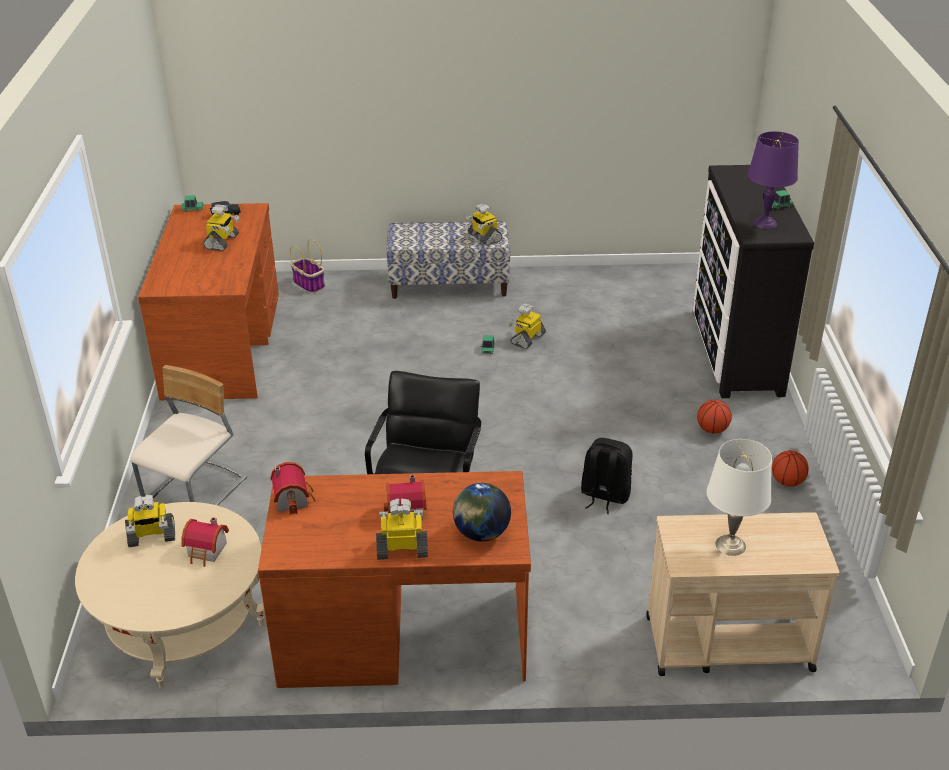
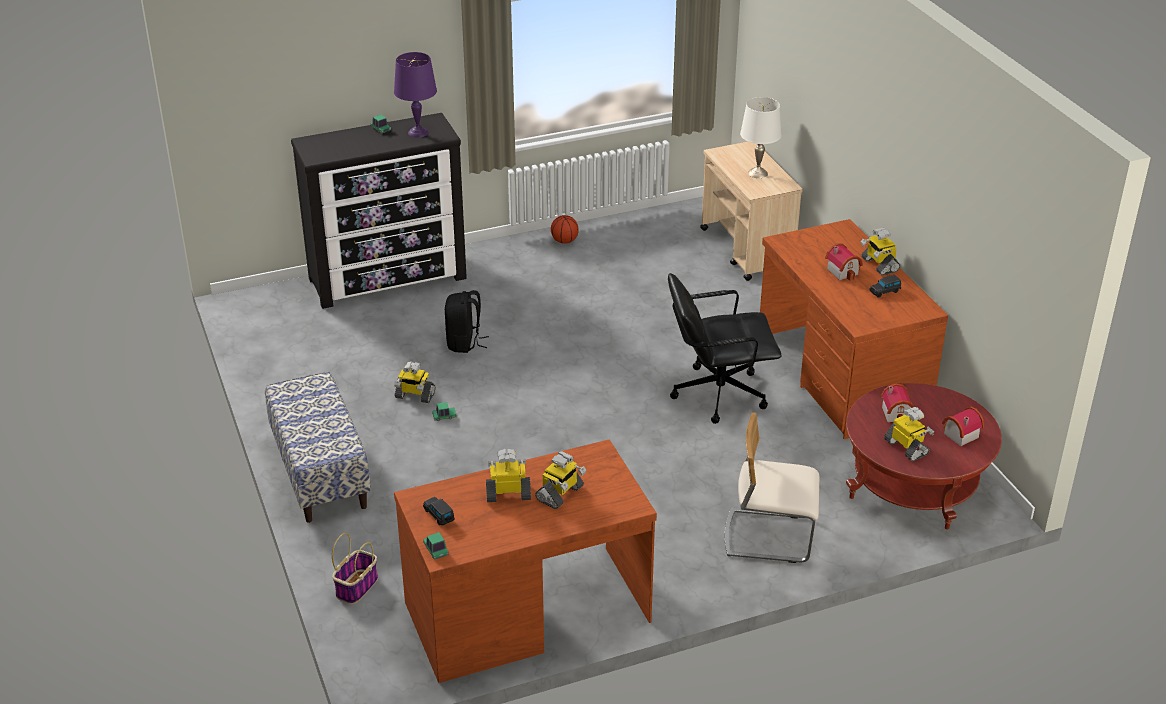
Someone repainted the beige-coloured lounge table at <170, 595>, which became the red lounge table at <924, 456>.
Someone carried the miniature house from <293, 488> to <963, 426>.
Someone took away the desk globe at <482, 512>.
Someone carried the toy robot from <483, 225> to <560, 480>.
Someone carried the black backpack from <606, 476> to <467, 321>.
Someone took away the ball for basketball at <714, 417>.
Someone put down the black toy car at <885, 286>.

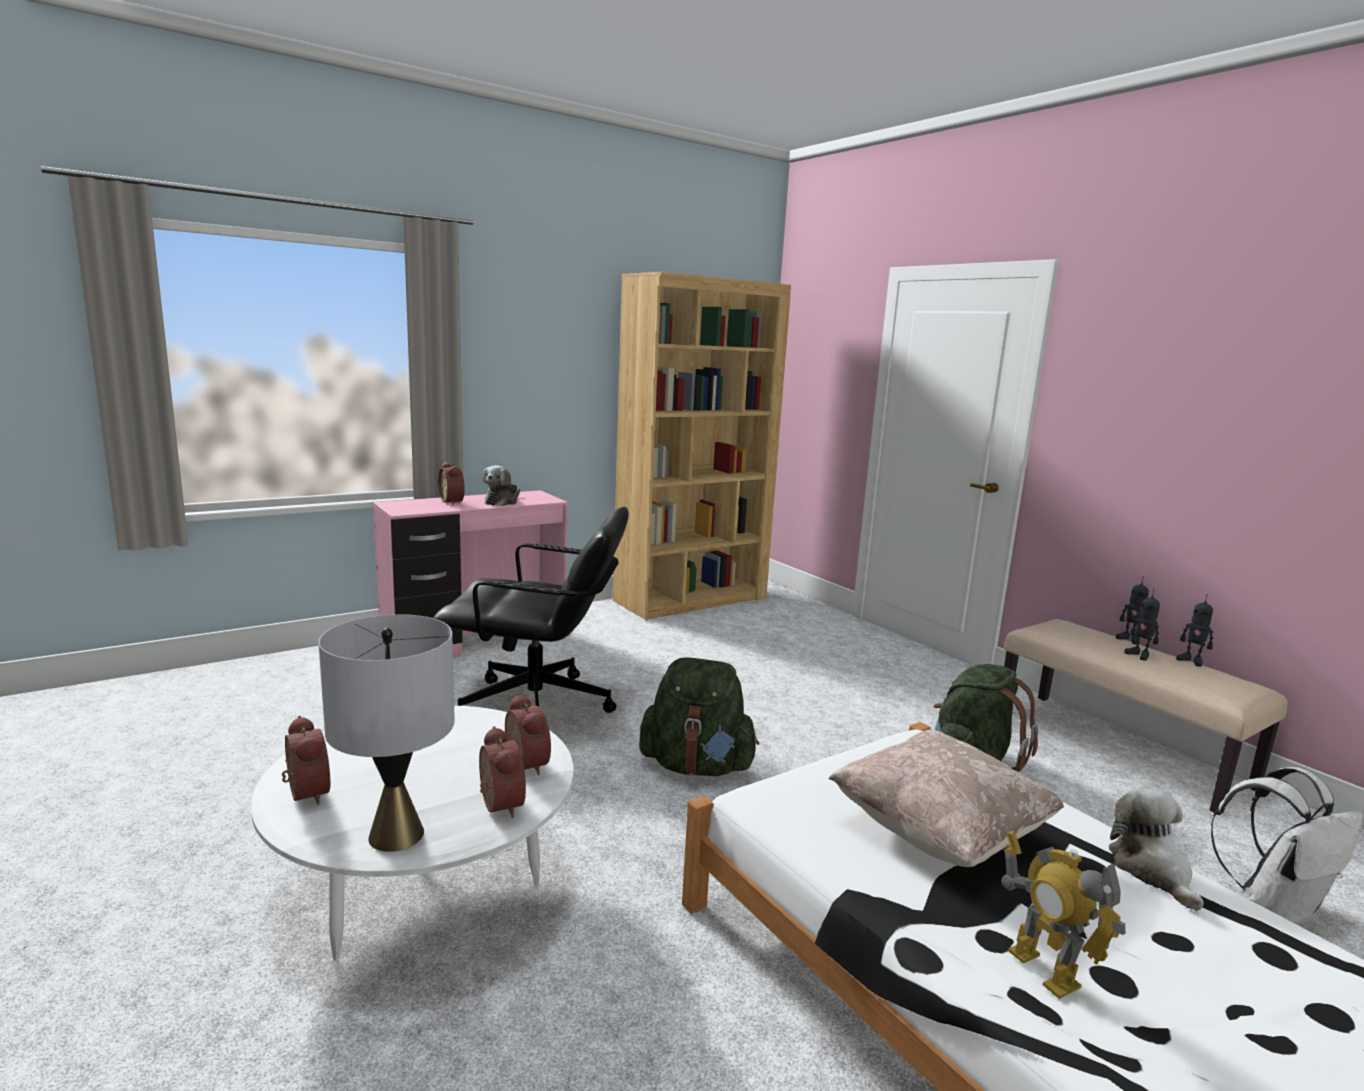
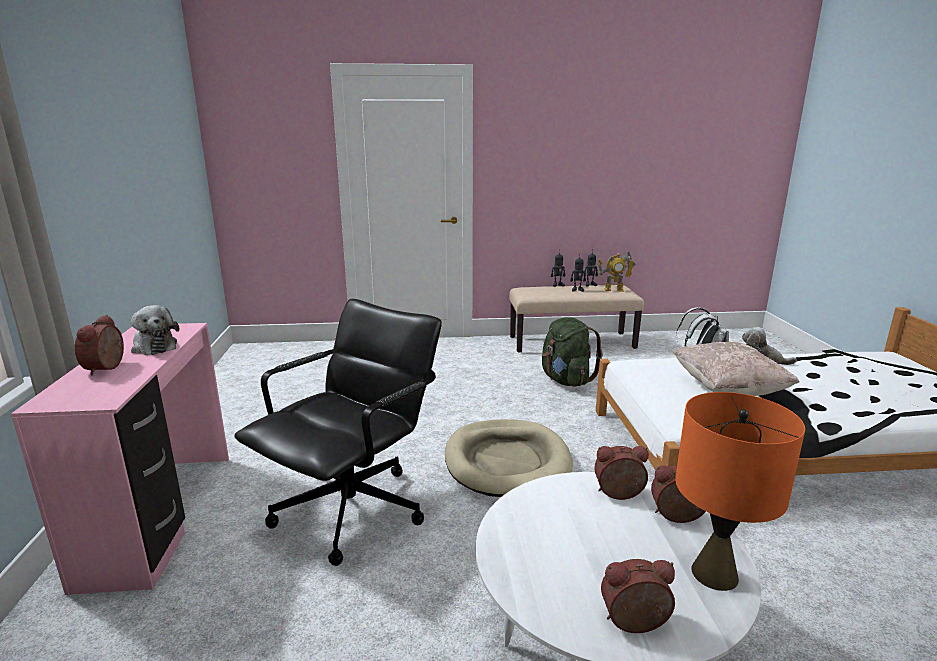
Someone repainted the grey table lamp at <386, 733>, which became the orangey table lamp at <740, 491>.
Someone rotated the alarm clock at <451, 483> by 90 degrees clockwise.
Someone took away the brown bookcase at <702, 446>.
Someone swapped the green-coloured backpack at <699, 716> for the beige-coloured pet bed at <509, 458>.
Someone carried the toy robot from <1063, 915> to <616, 271>.

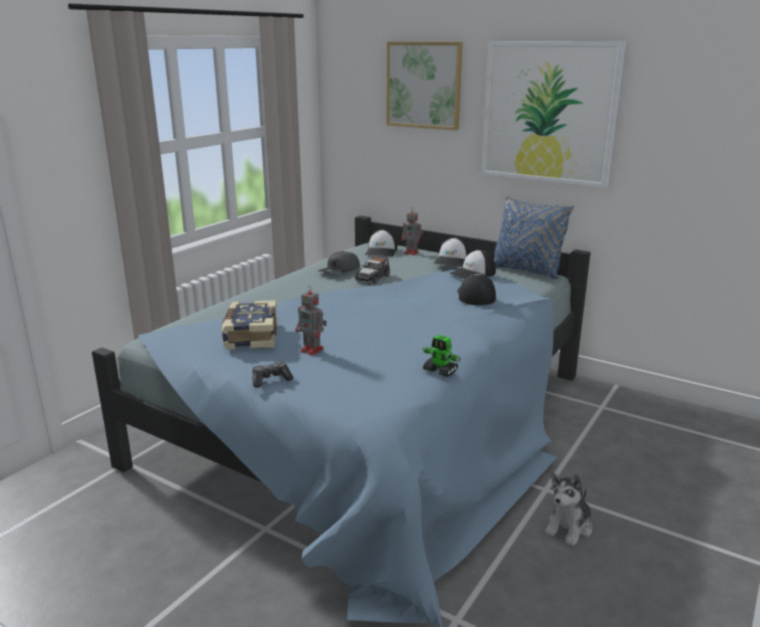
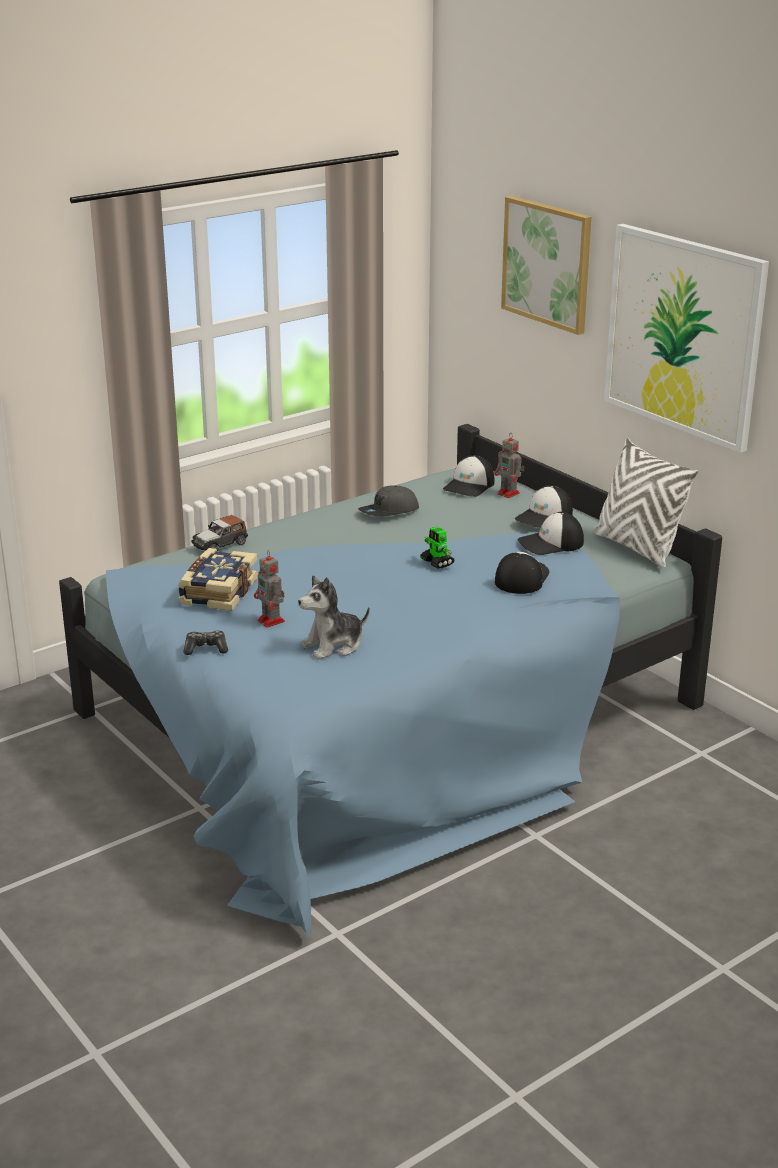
Someone carried the toy car from <372, 270> to <219, 533>.
Someone carried the toy robot from <441, 356> to <437, 547>.
Someone repainted the blue-coloured pillow at <534, 237>, which became the whitish pillow at <645, 503>.
Someone carried the plush toy from <568, 509> to <334, 617>.

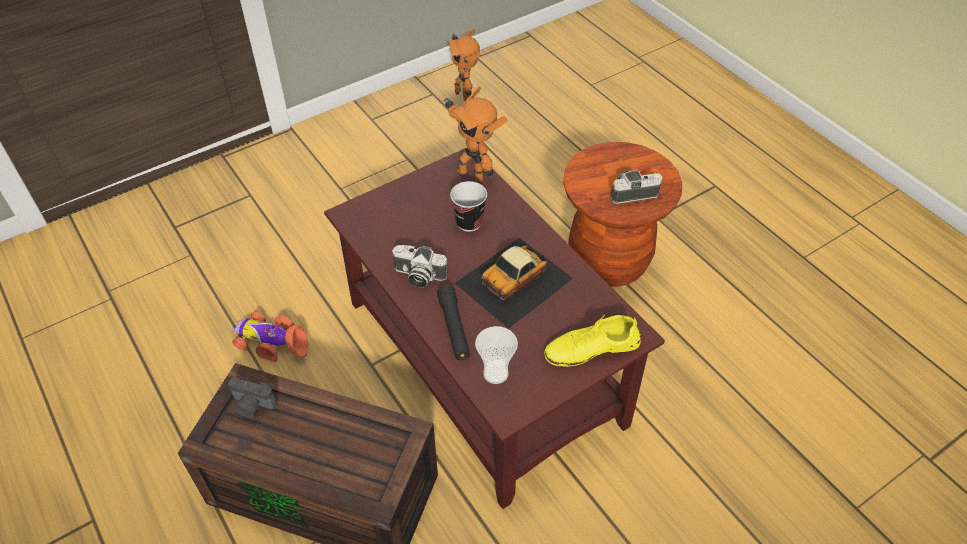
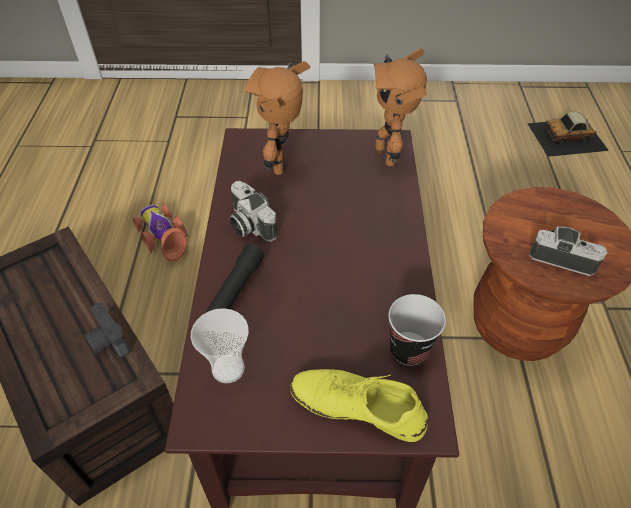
Someone carried the still camera from <252, 397> to <107, 330>.
Someone carried the toy robot from <464, 65> to <276, 118>.
Someone carried the drinking cup from <468, 206> to <417, 330>.
Someone carried the toy car from <514, 283> to <568, 134>.

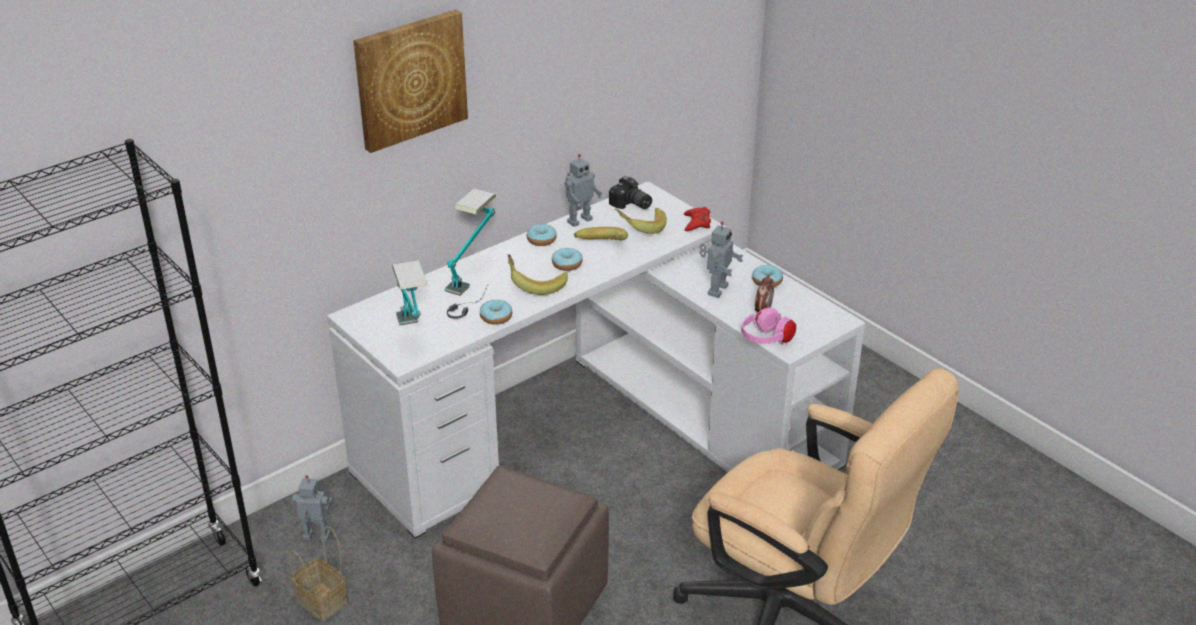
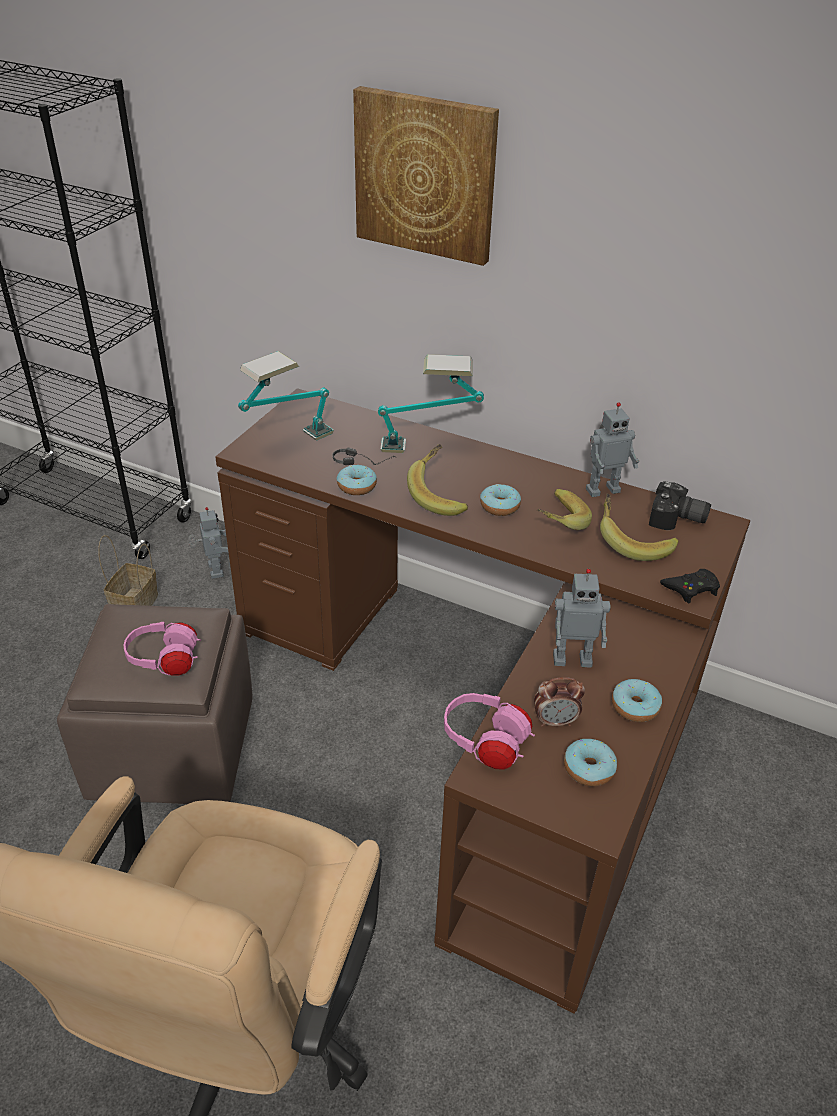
Someone repainted the whitish desk table at <596, 360>, which became the brown desk table at <482, 701>.
Someone carried the doughnut from <542, 235> to <590, 762>.
Someone rotated the toy robot at <583, 190> by 45 degrees counterclockwise.
Someone rotated the still camera at <630, 192> by 90 degrees counterclockwise.
Someone repainted the red gamepad at <697, 219>, which became the black gamepad at <690, 586>.
Someone put down the pink-coloured pair of headphones at <162, 649>.

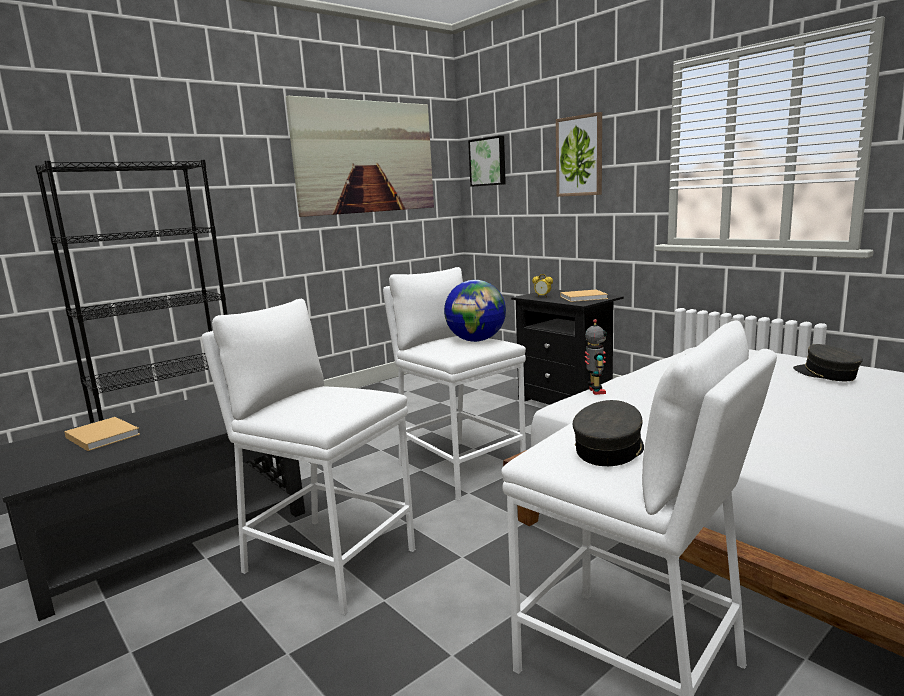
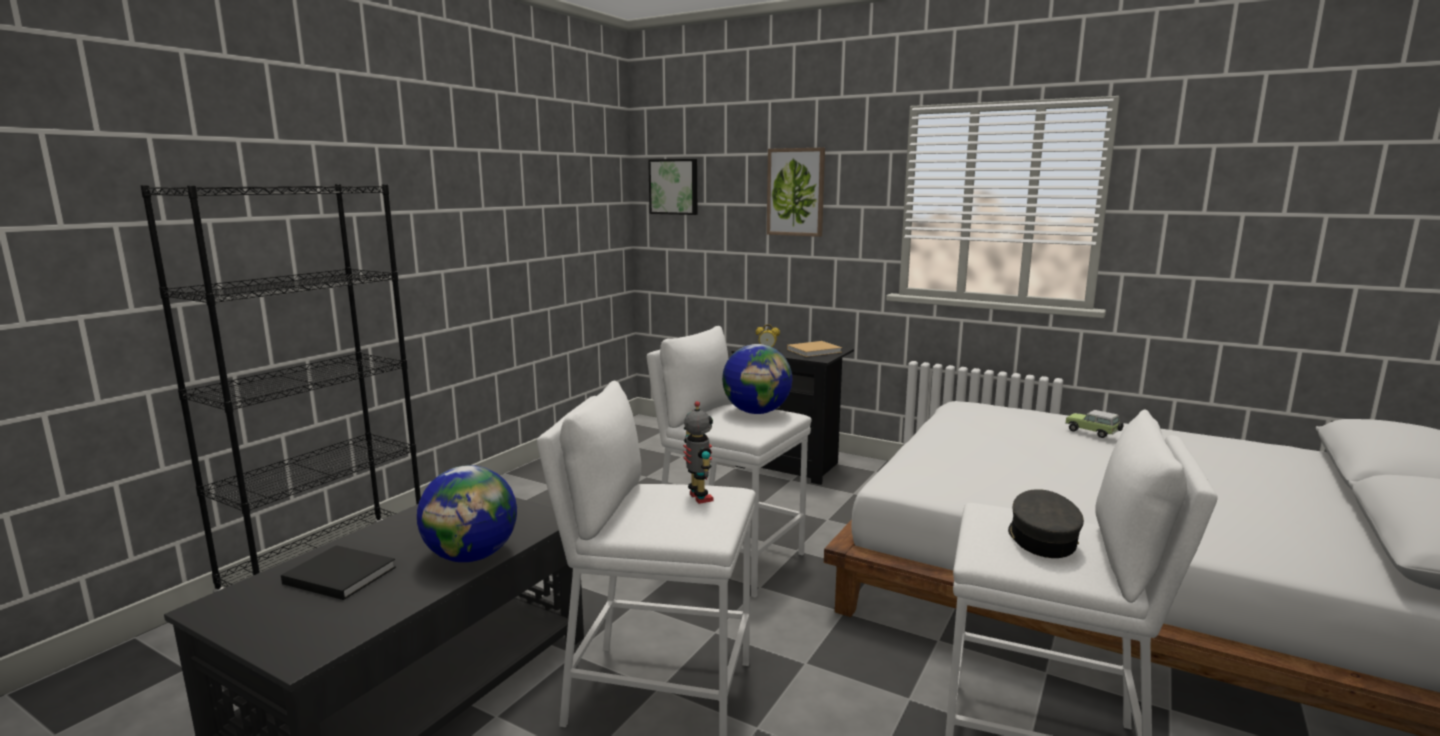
Someone repainted the beige-coloured book at <102, 434>, which became the black book at <338, 572>.
Someone took away the wall picture at <360, 156>.
Someone carried the toy robot from <596, 357> to <698, 452>.
Someone swapped the grey cap at <828, 362> for the toy car at <1094, 424>.
Someone put down the desk globe at <467, 513>.

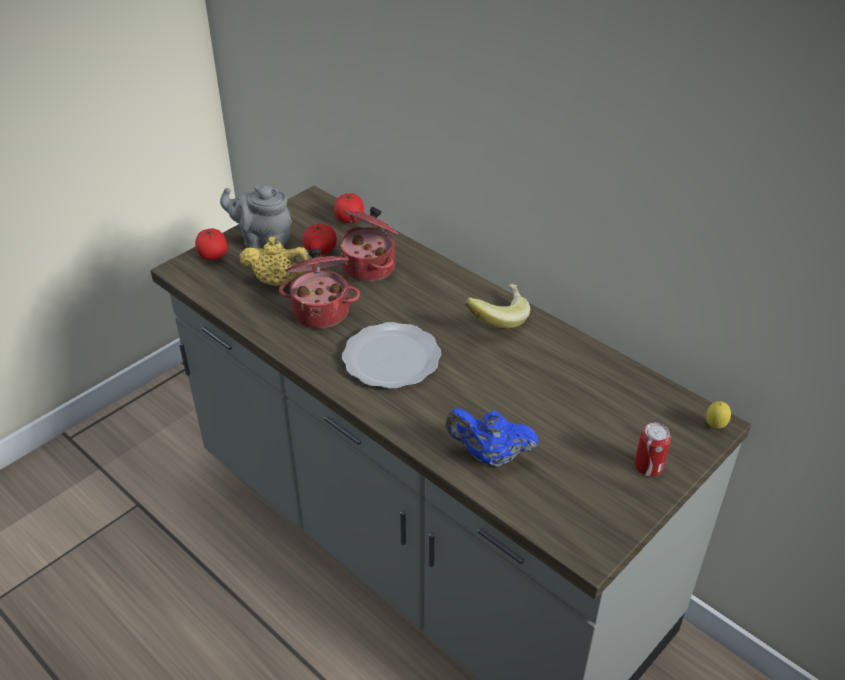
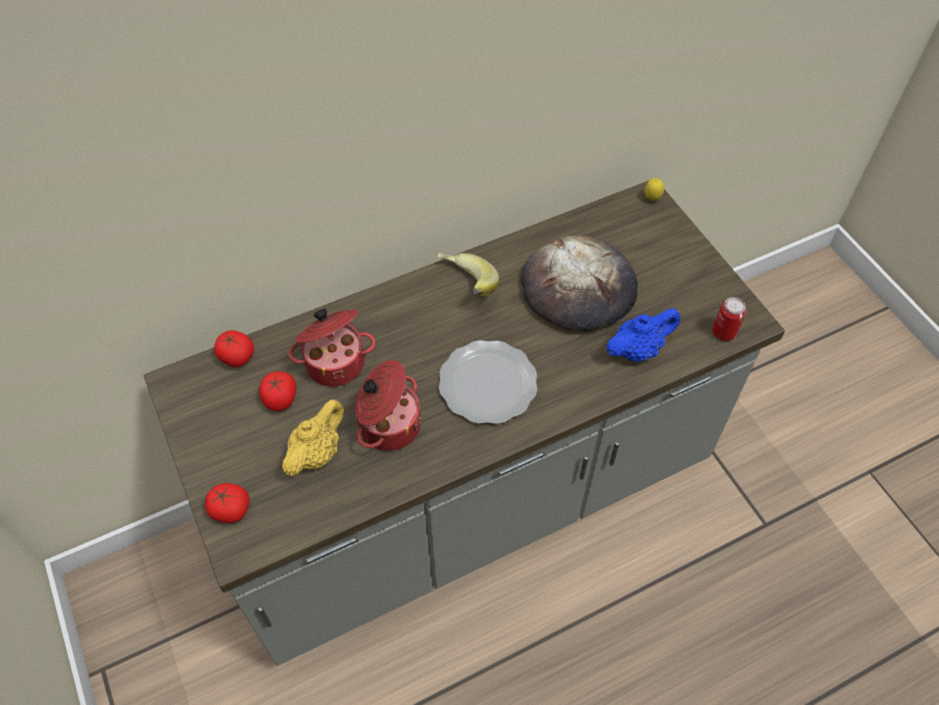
Someone took away the grey pot for tea at <256, 217>.
Someone rotated the blue-coloured pot for tea at <492, 437> by 150 degrees counterclockwise.
Someone carried the metal can from <653, 450> to <729, 319>.
Someone put down the baked bread at <579, 283>.

